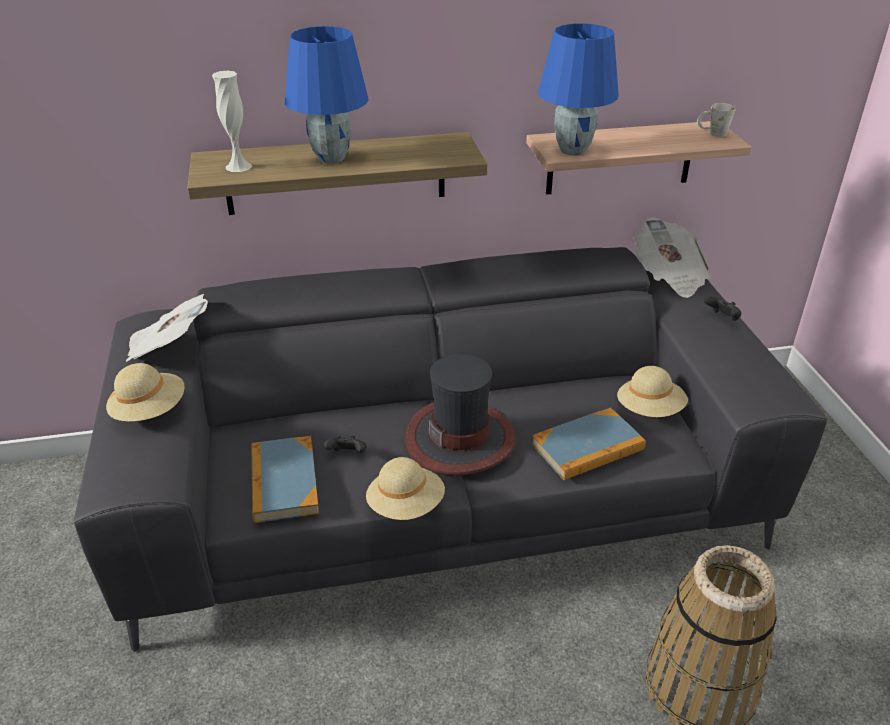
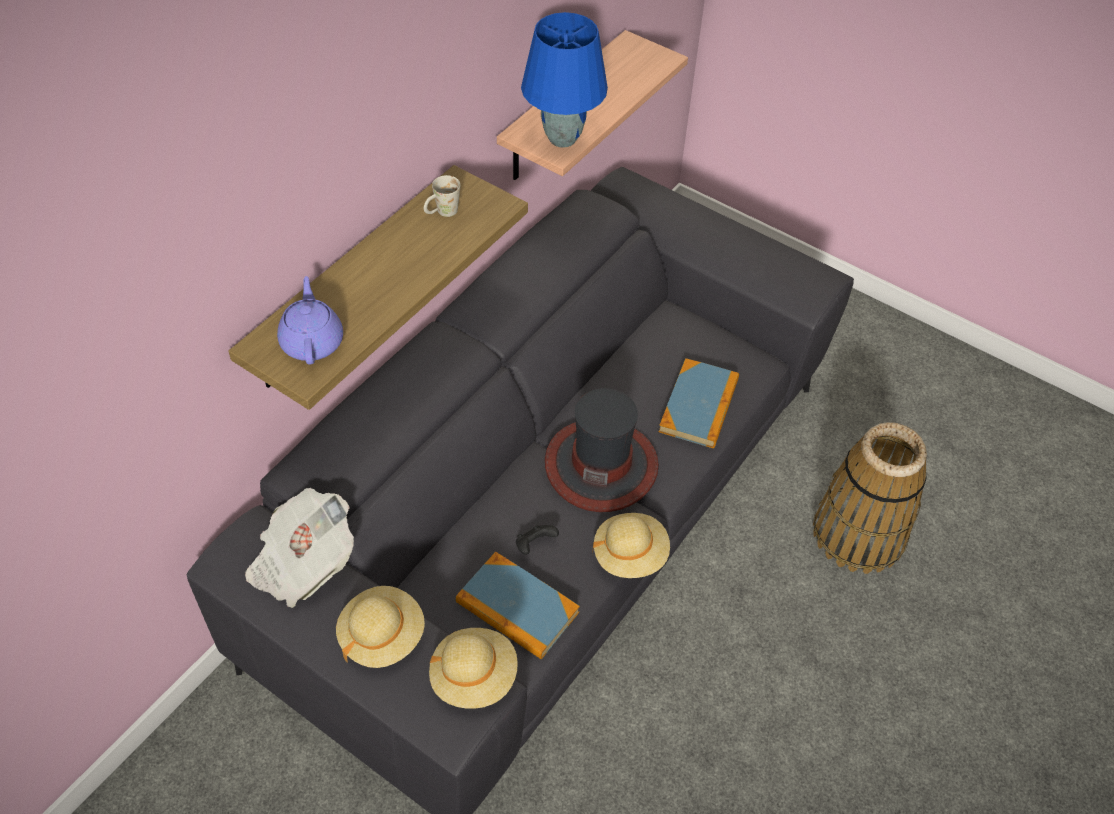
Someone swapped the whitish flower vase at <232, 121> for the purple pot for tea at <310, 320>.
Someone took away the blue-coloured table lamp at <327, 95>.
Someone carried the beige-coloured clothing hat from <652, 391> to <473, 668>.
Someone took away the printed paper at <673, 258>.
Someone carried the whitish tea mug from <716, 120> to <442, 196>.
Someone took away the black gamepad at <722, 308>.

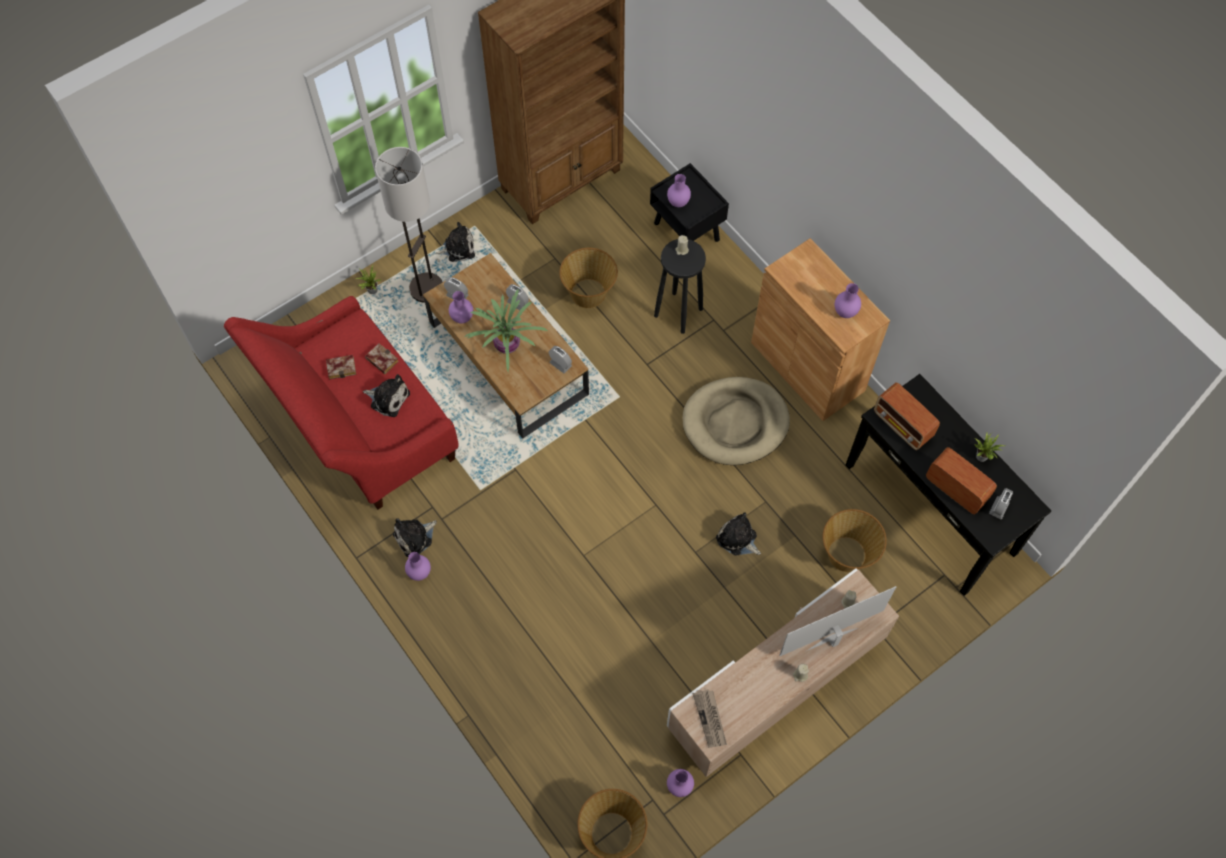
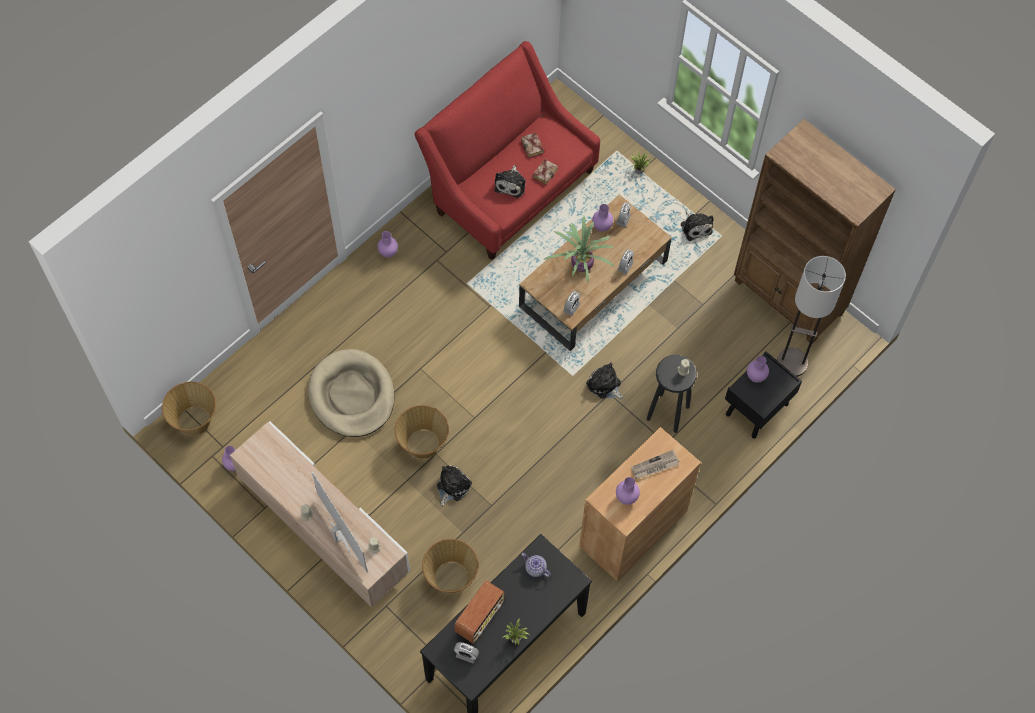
Someone carried the standing lamp from <409, 225> to <811, 316>.
Someone carried the plush toy from <415, 537> to <604, 380>.
Someone carried the storage basket from <588, 278> to <422, 432>.
Someone carried the beige-coloured pet bed from <736, 421> to <351, 393>.
Someone carried the printed paper from <710, 718> to <655, 464>.
Someone swapped the radio set at <907, 416> for the pot for tea at <536, 565>.

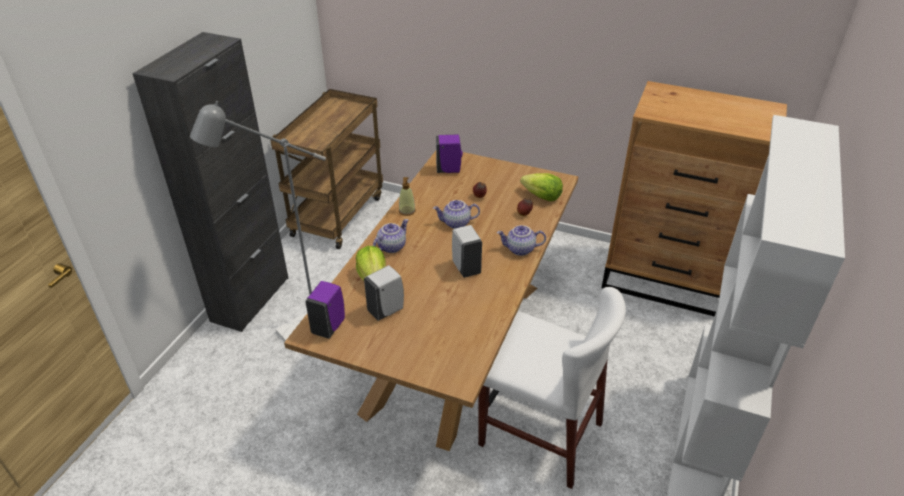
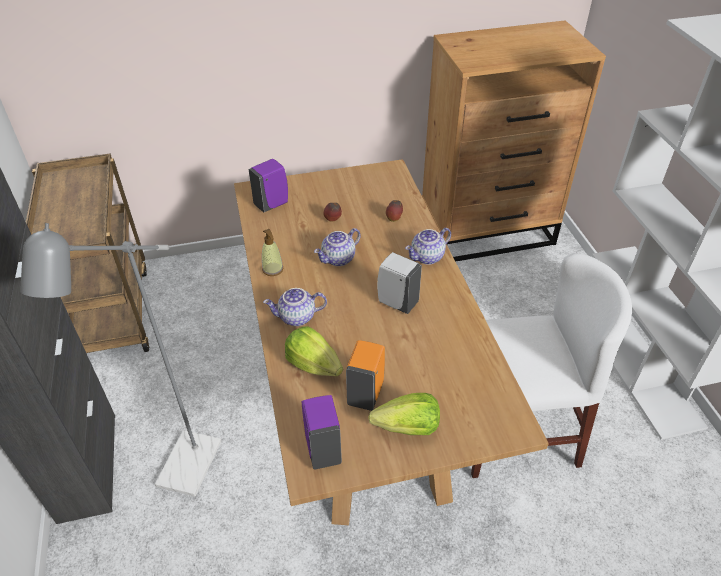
Someone repainted the whitish soap dispenser at <384, 293>, which became the orangey soap dispenser at <365, 375>.
Someone rotated the pot for tea at <390, 236> by 105 degrees counterclockwise.
Someone carried the lettuce from <541, 187> to <404, 414>.

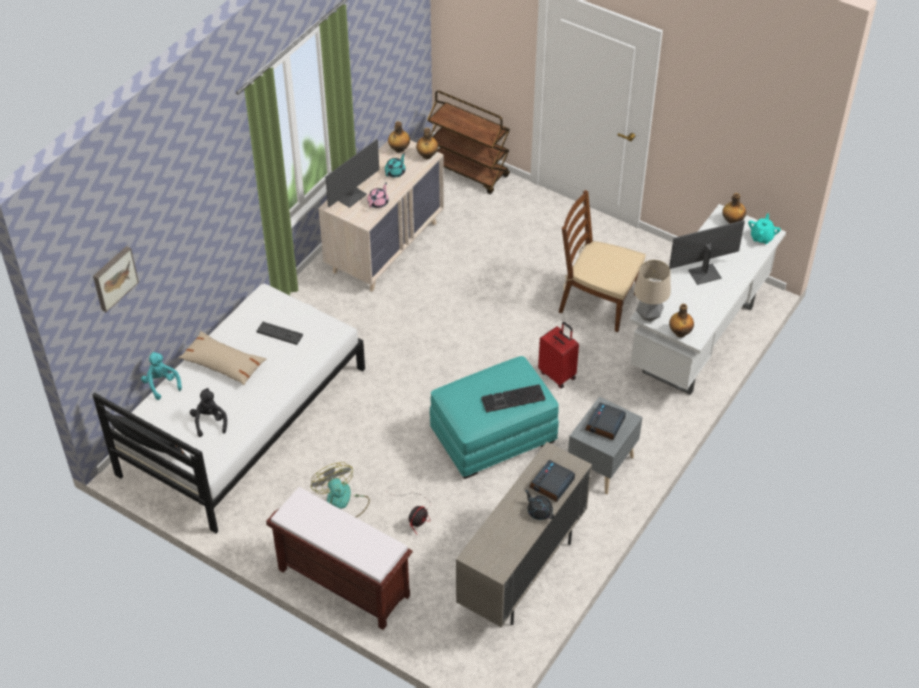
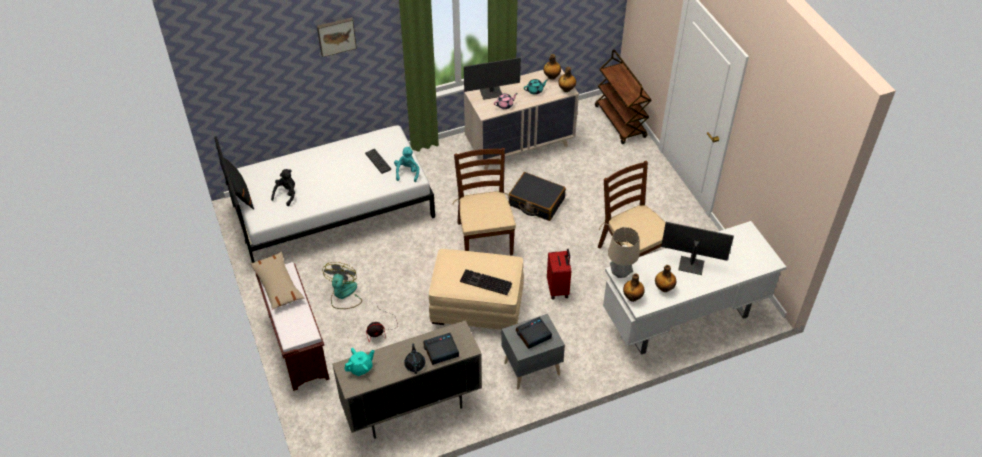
Someone carried the wall picture from <116, 279> to <337, 37>.
Someone carried the turquoise-coloured plush toy from <161, 376> to <406, 164>.
Someone carried the beige-coloured pillow from <222, 358> to <277, 281>.
Someone repainted the turquoise-coloured footrest at <494, 417>, which became the beige-coloured footrest at <476, 289>.
Someone carried the bottle from <734, 208> to <665, 278>.
Someone carried the turquoise-coloured pot for tea from <764, 228> to <359, 362>.
Someone put down the brown chair at <484, 201>.
Someone put down the black travel case at <537, 196>.

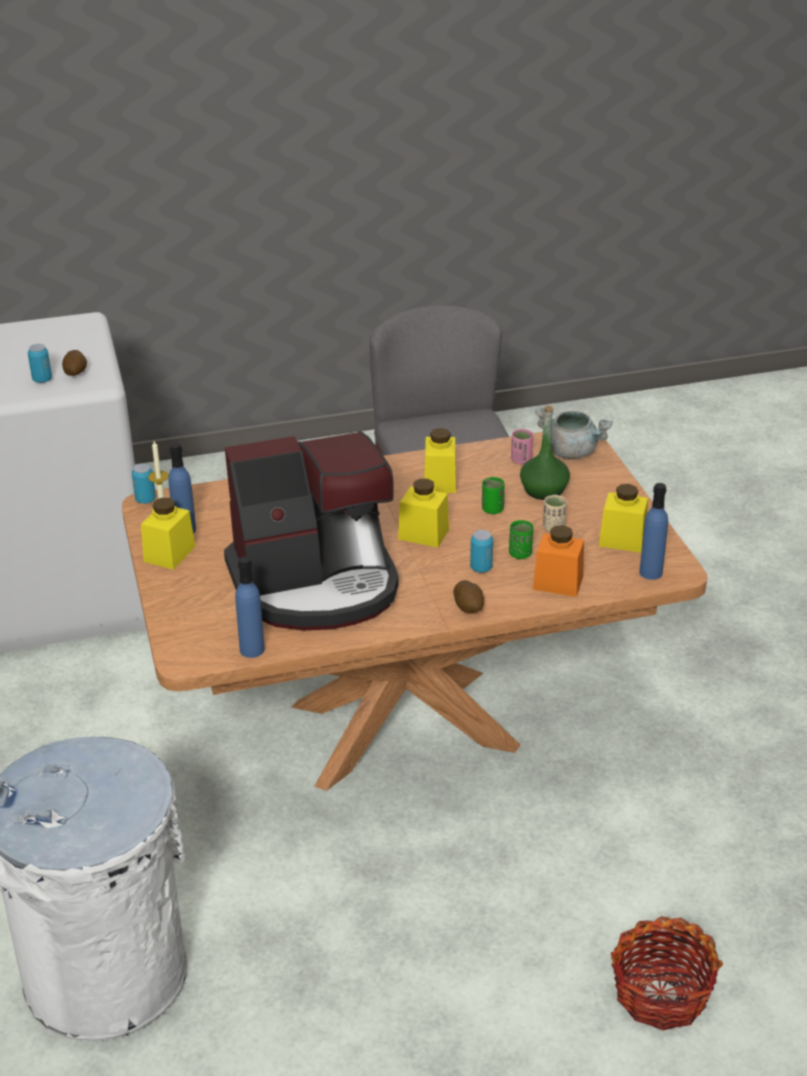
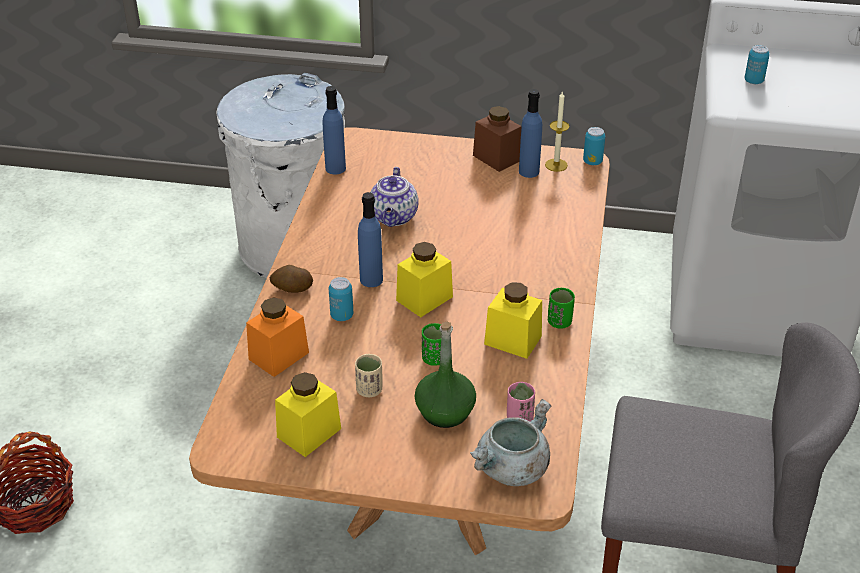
Someone took away the whole potato at <74, 363>.
Someone repainted the yellow jar at <168, 534>, which became the brown jar at <497, 139>.
Someone swapped the coffee maker at <311, 531> for the pot for tea at <394, 197>.
Someone carried the green-coloured drinking cup from <521, 539> to <561, 308>.
Someone carried the blue-coloured bottle from <653, 531> to <370, 239>.

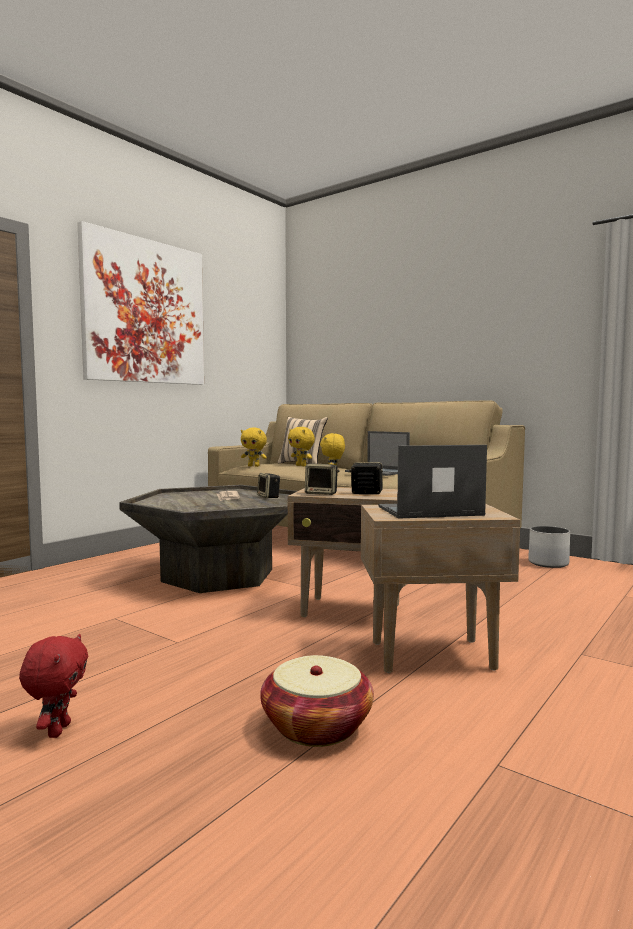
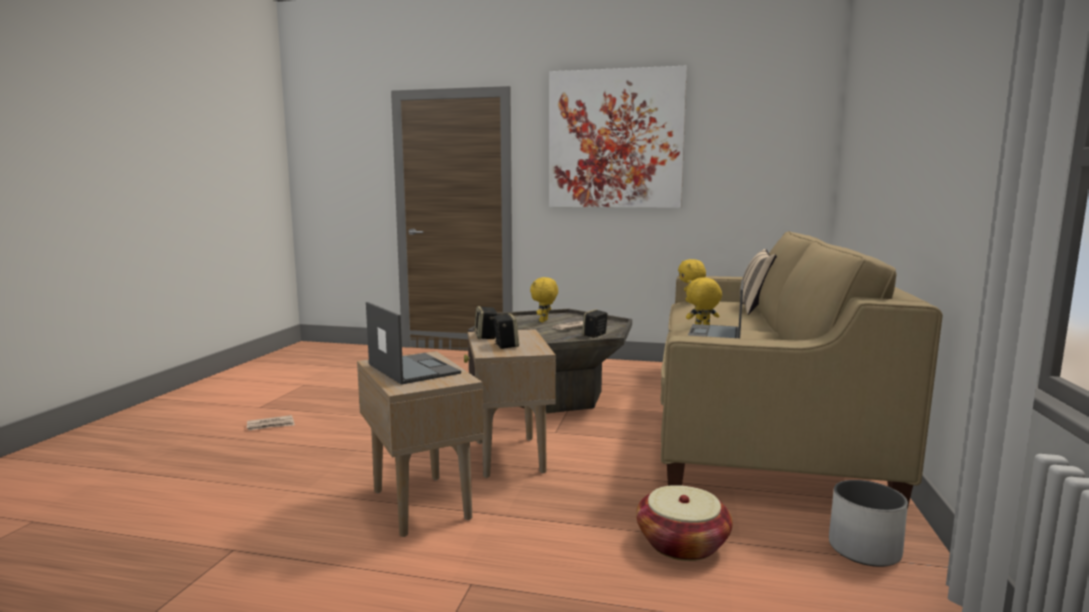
Someone swapped the red plush toy at <53, 686> for the printed paper at <271, 422>.
Someone carried the storage basket from <317, 701> to <684, 523>.
Someone carried the yellow plush toy from <301, 446> to <544, 299>.

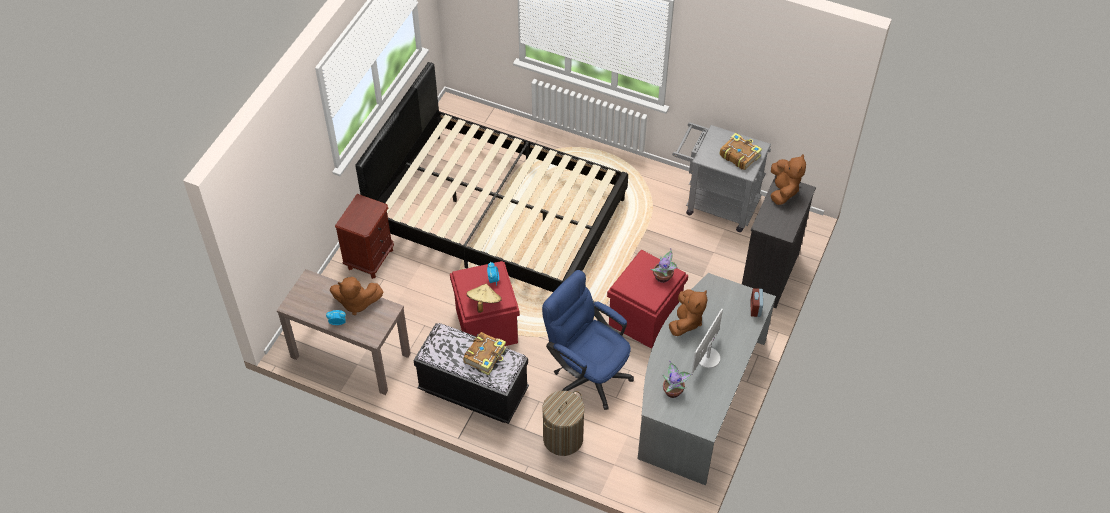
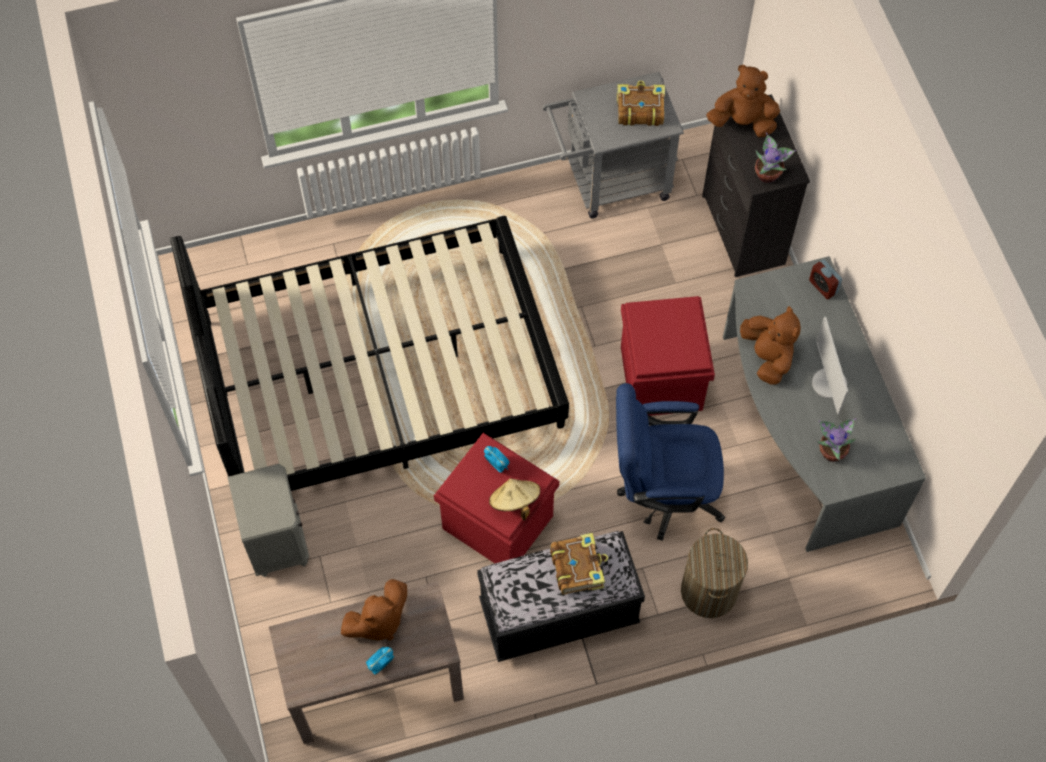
Someone repainted the brown bedside table at <364, 236>, which became the grey bedside table at <268, 520>.
Someone carried the potted plant from <664, 265> to <775, 157>.
Someone rotated the brown plush toy at <788, 179> by 45 degrees counterclockwise.

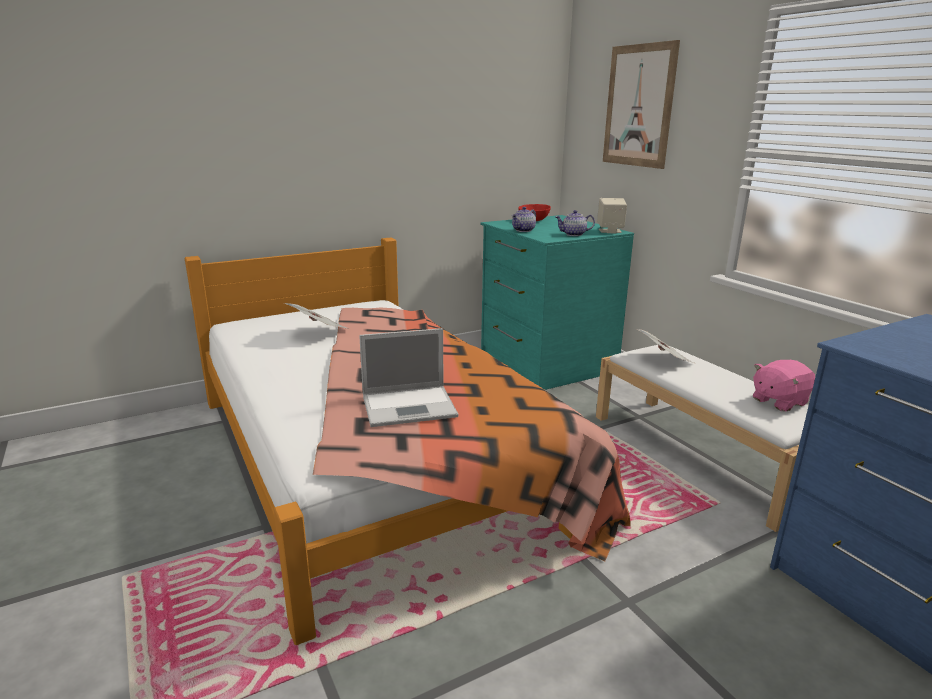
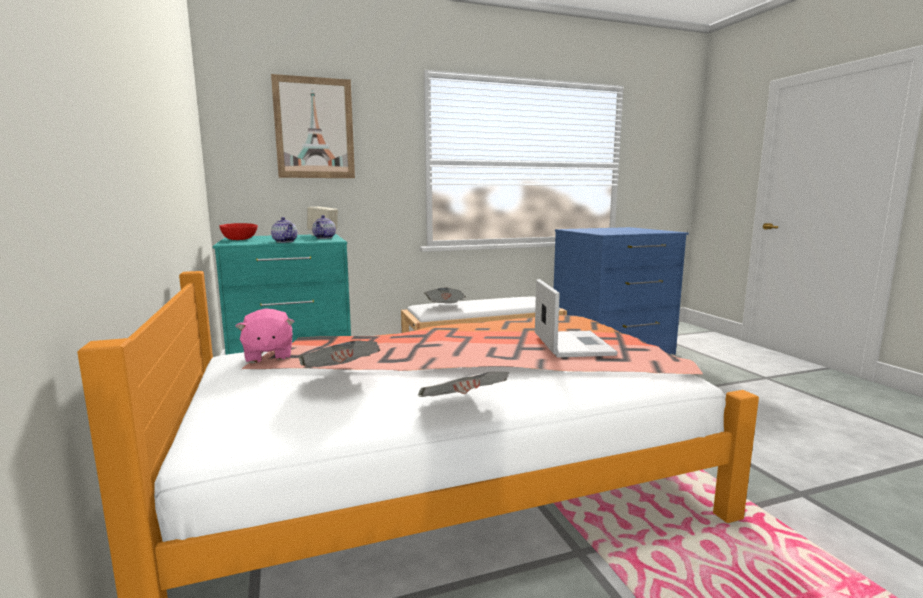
Someone carried the pink-coloured plush toy from <784, 386> to <265, 335>.
Someone put down the printed paper at <463, 384>.

